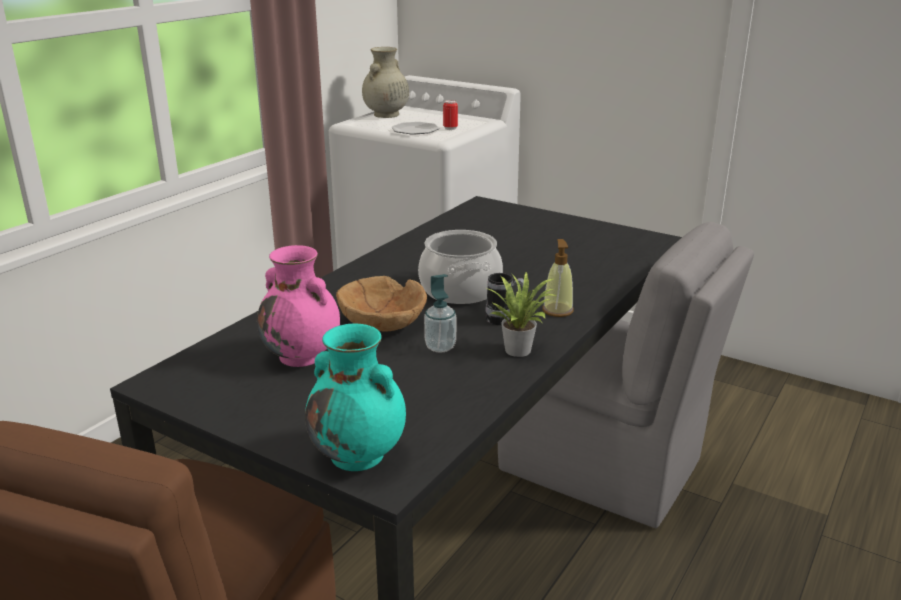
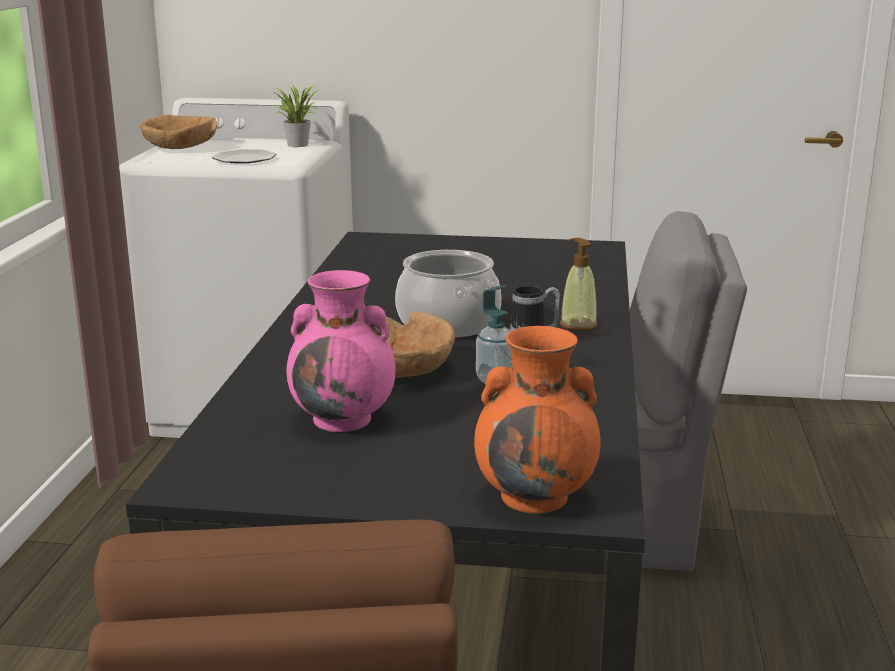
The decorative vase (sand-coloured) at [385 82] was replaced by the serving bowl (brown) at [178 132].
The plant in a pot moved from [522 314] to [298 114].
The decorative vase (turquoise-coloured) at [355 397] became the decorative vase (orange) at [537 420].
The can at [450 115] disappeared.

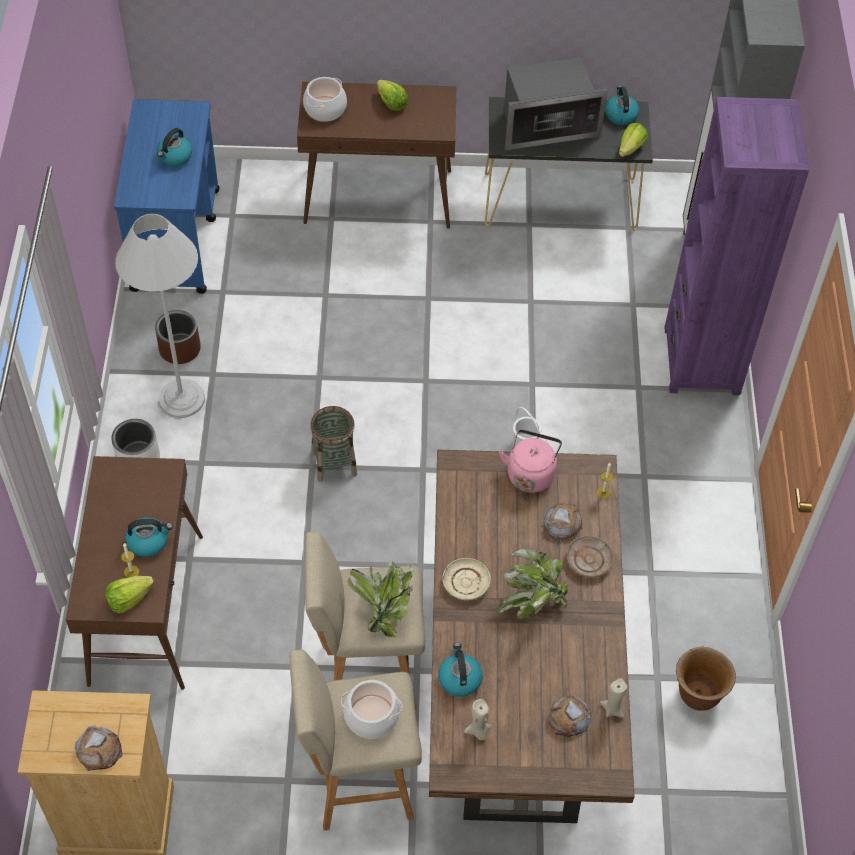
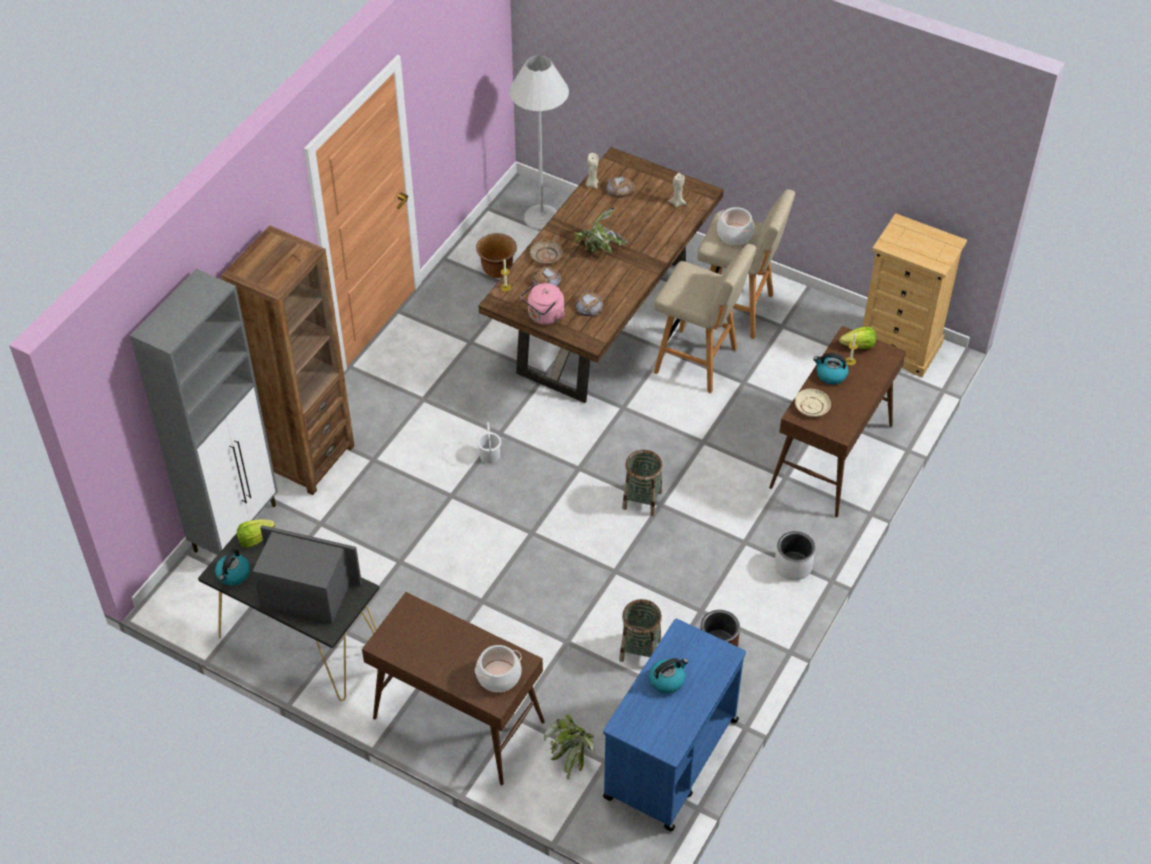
The bookshelf (purple) at [736 246] became the bookshelf (brown) at [287 360].
The standard lamp (whitish) moved from [160 315] to [539 142].
The plant in a pot moved from [380 599] to [570 747].
The bread moved from [99 748] to [588 303].
The storage basket at [640 630] appeared.
The flat dish (sand-coloured) moved from [466 579] to [813 403].
The head of lettuce at [392 95] disappeared.
The tea kettle at [460 670] disappeared.

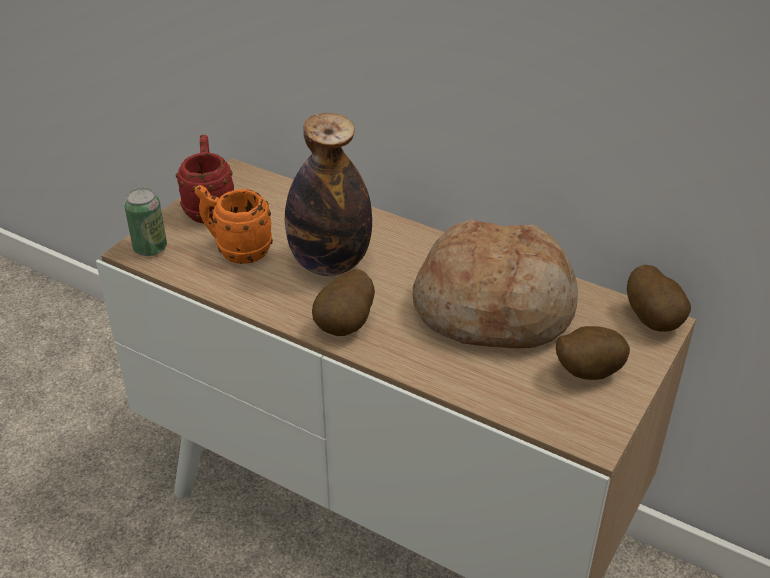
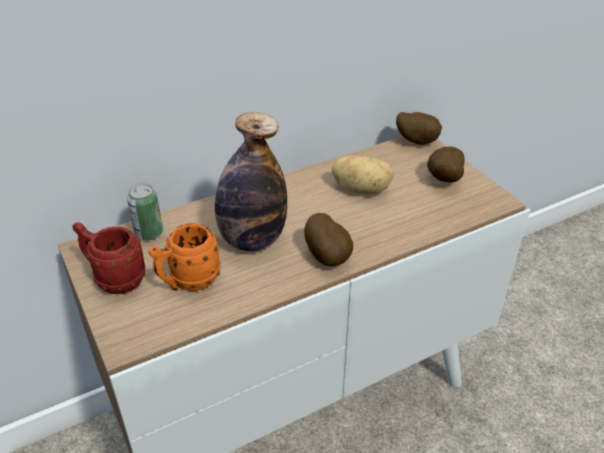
The can moved from [145 222] to [145 212].
The bread at [495 284] was replaced by the spud at [362 175].

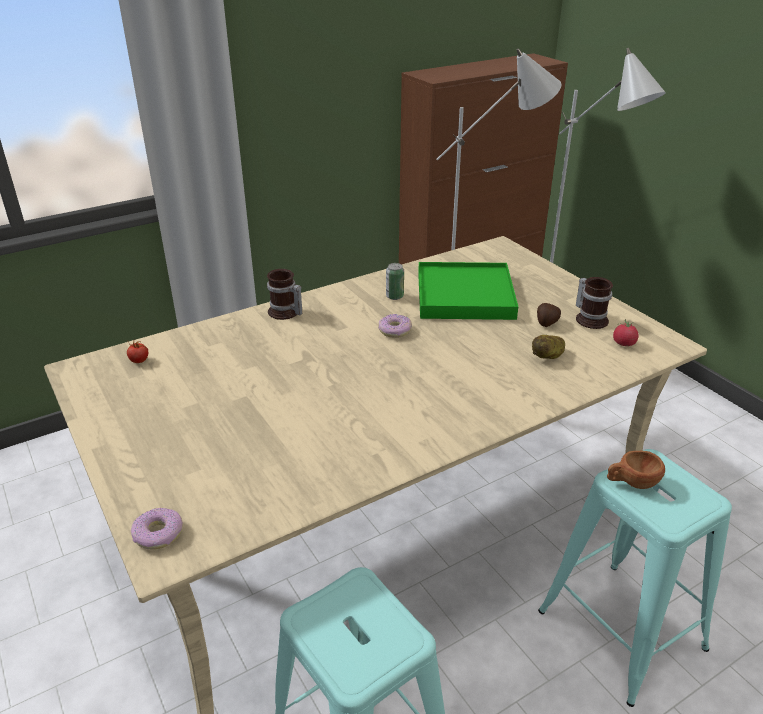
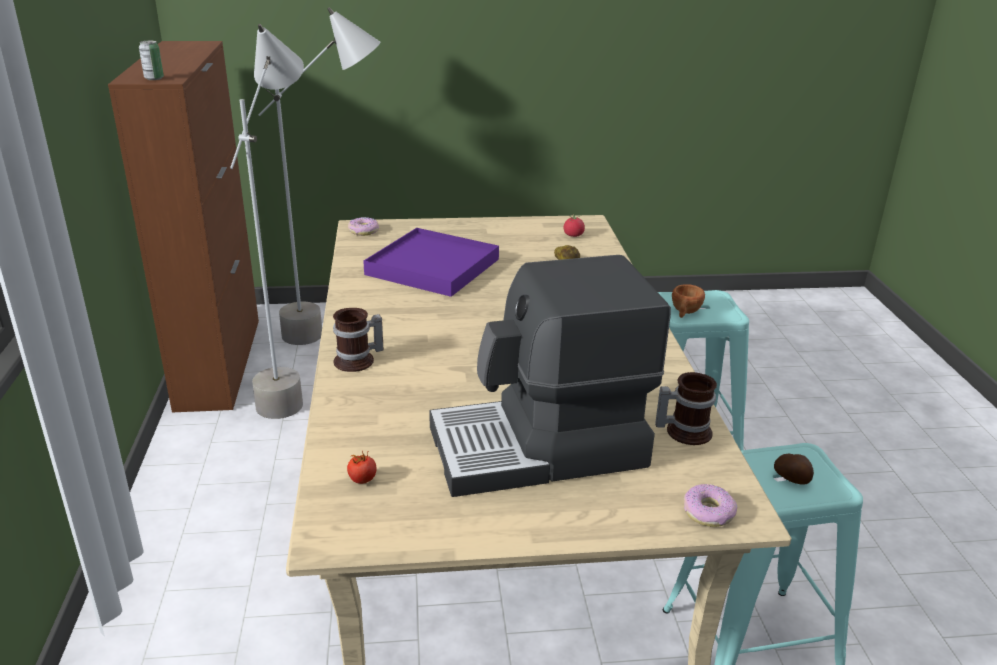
The can moved from [395 281] to [151 60].
The doughnut moved from [395 326] to [363 226].
The carrying tray (green-coloured) at [468 291] became the carrying tray (purple) at [431 262].
The coffee machine at [550 376] appeared.
The coffee mug moved from [594 303] to [686 408].
The spud moved from [549 315] to [794 469].

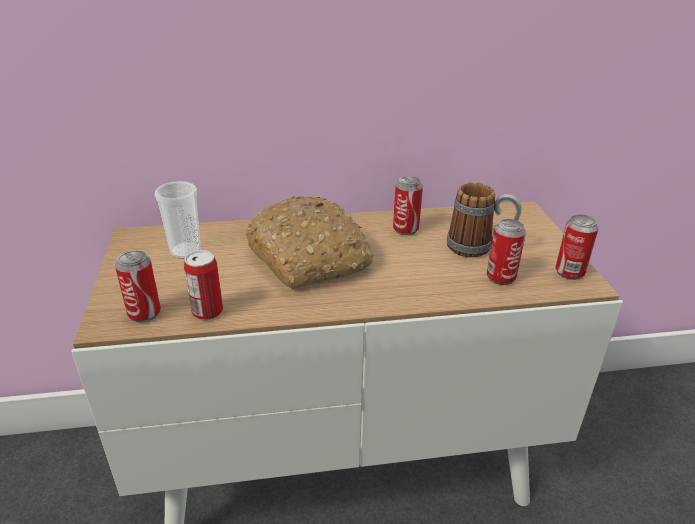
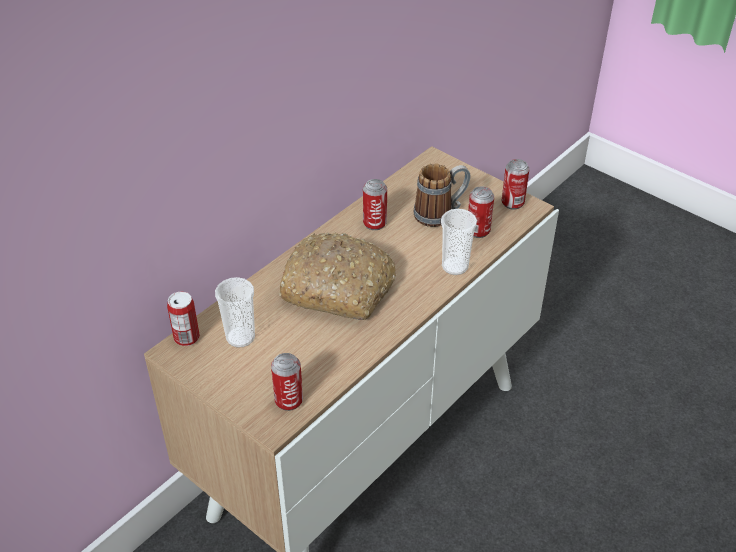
The can moved from [203 285] to [183 318].
The drinking cup at [459 242] appeared.

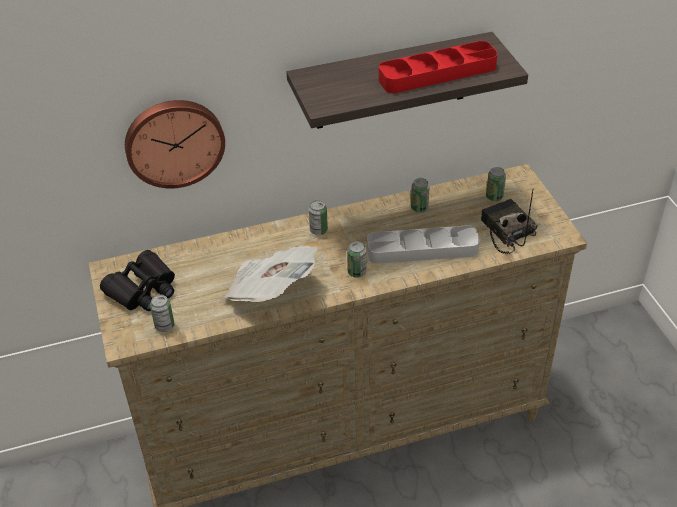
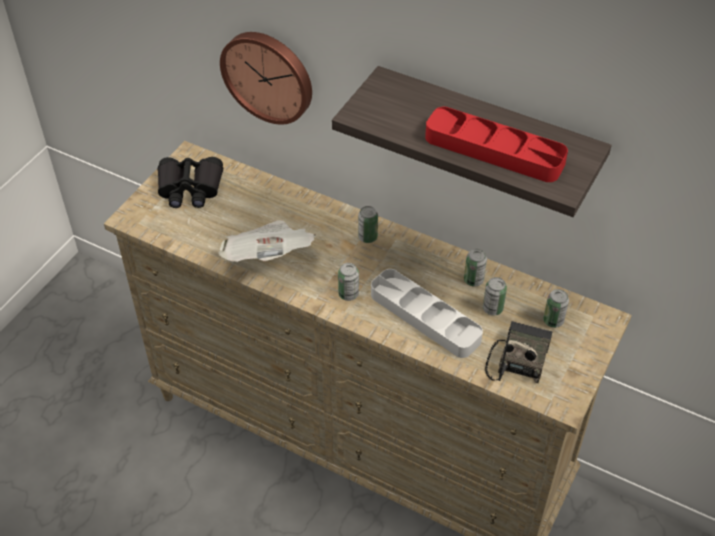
The can moved from [162 313] to [495 296].

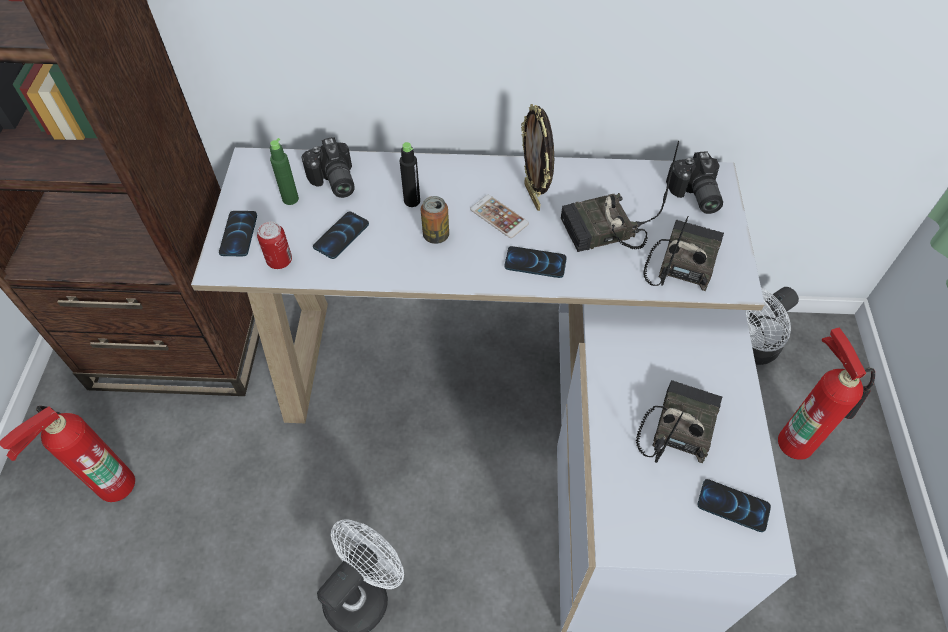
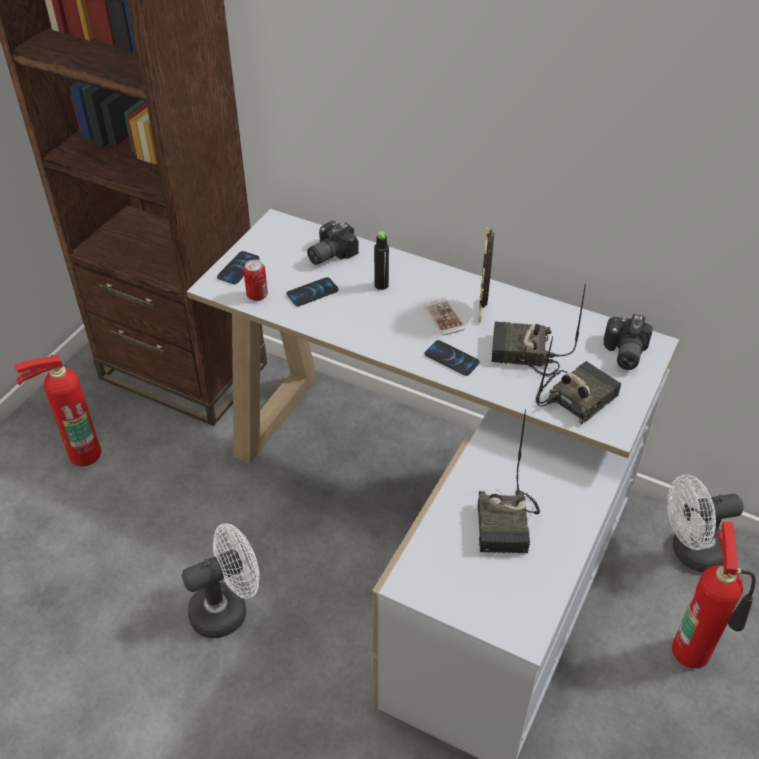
The still camera at [328 167] turned 45 degrees clockwise.
The radio at [679 421] turned 135 degrees clockwise.
The drink bottle (green-coloured) at [284 171] disappeared.
The can at [435 220] disappeared.
The phone at [734 505] disappeared.

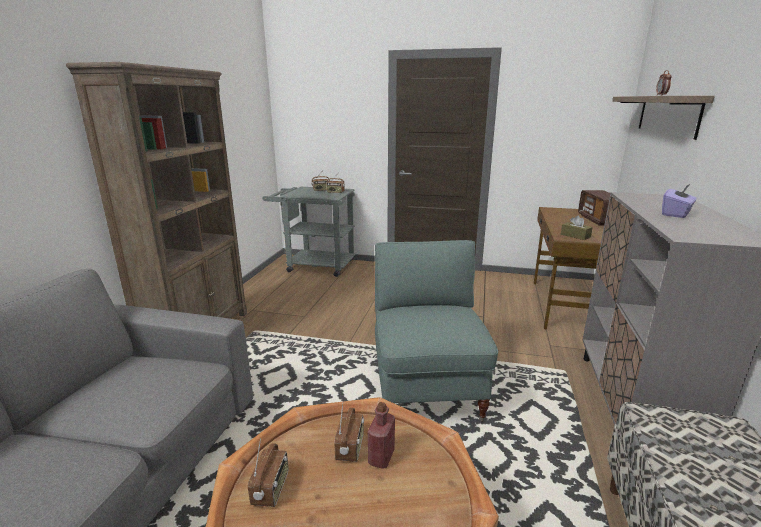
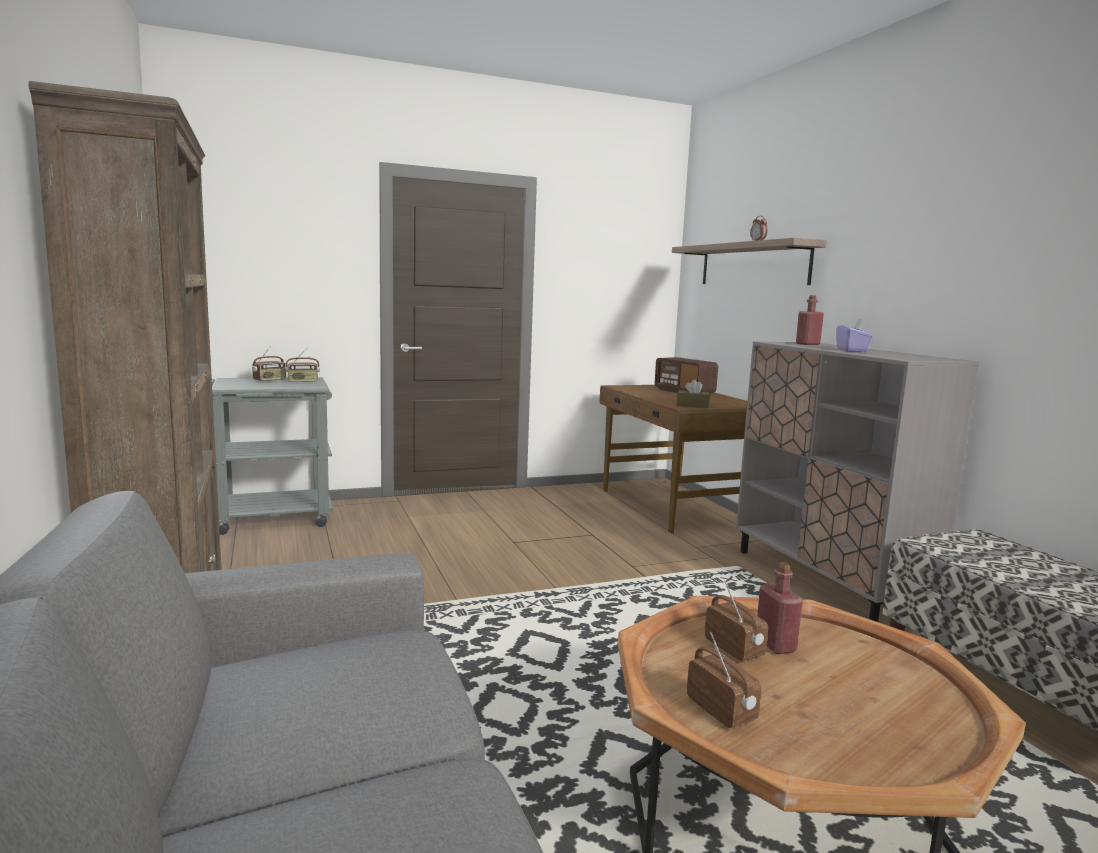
The drink bottle (red-coloured) at [810 320] appeared.
The lounge chair (grey) at [436 331] disappeared.

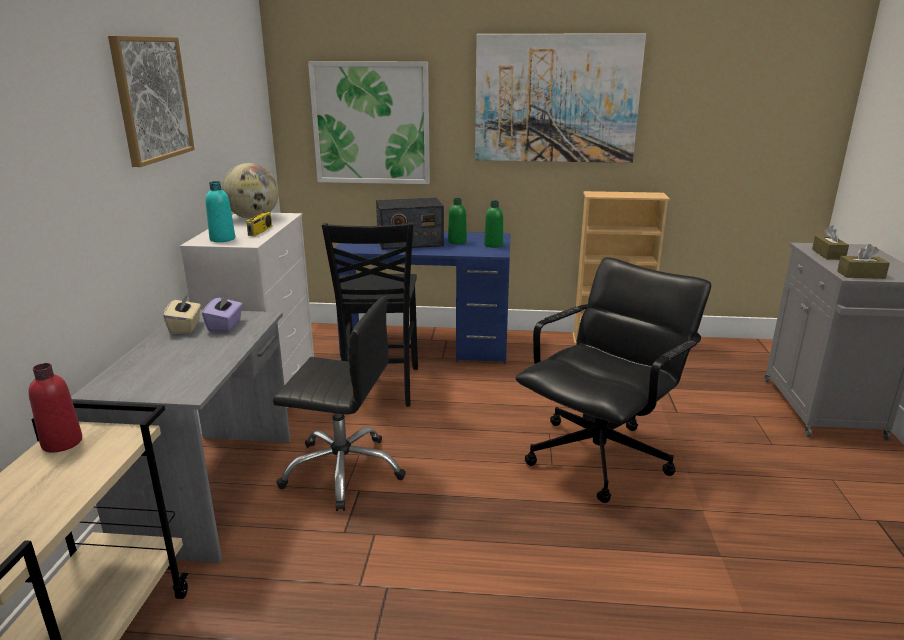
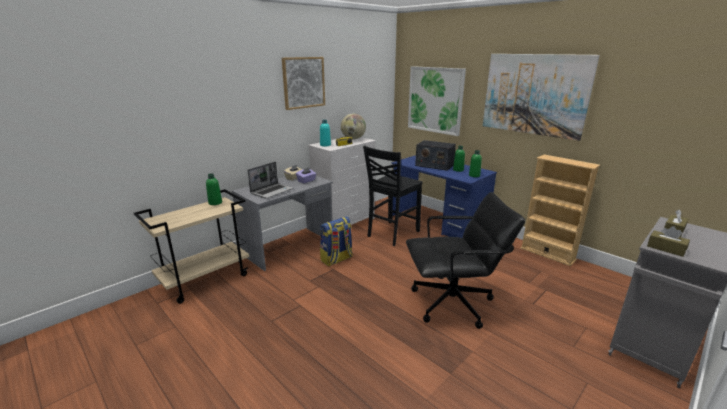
The drink bottle (red-coloured) at [55 408] became the drink bottle (green-coloured) at [214 189].
The laptop at [270 180] appeared.
The desk chair (black) at [339 403] was replaced by the rucksack at [336 241].

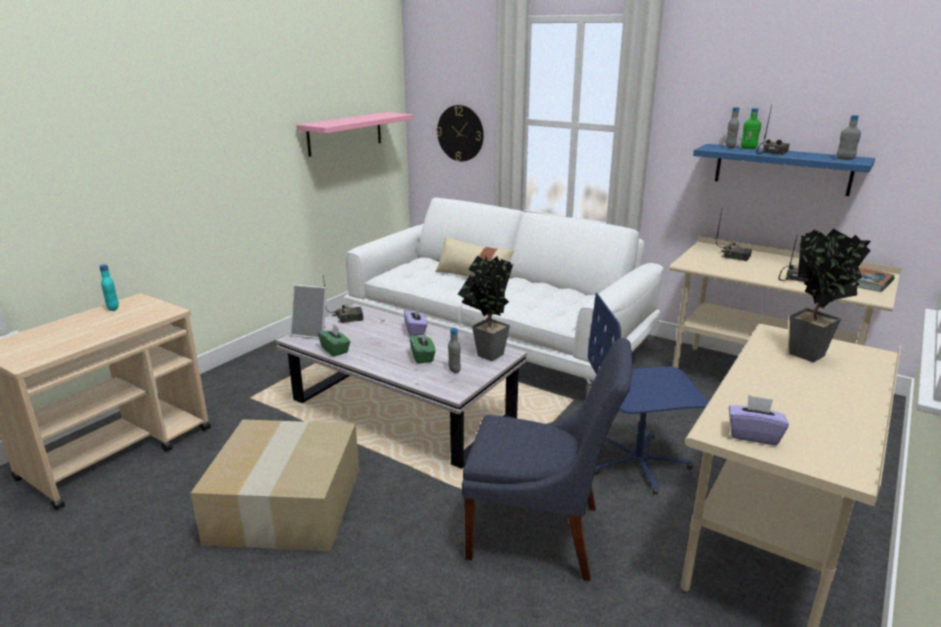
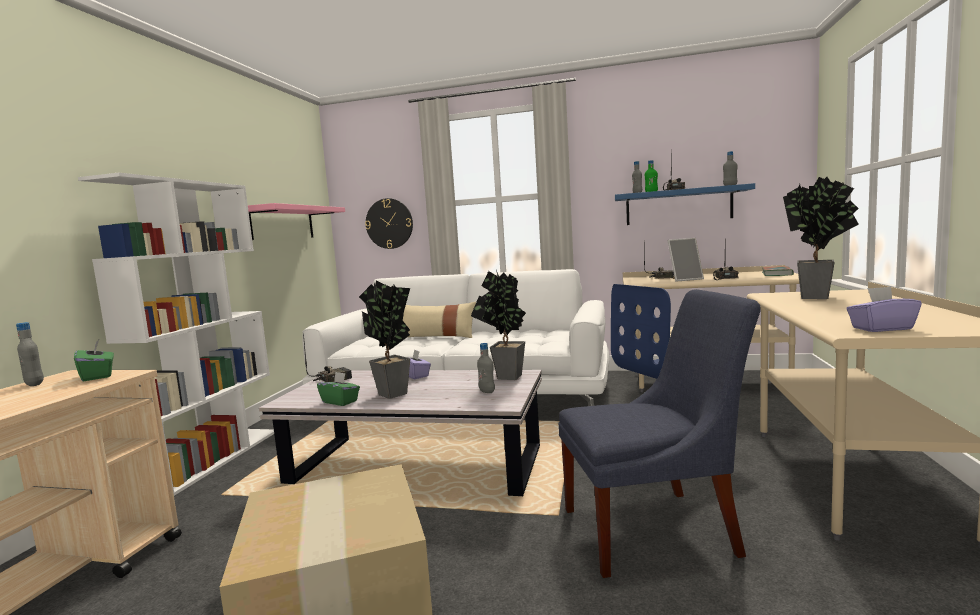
The drink bottle (turquoise-coloured) at [109 287] became the drink bottle (grey) at [30 354].
The tissue holder (green-coloured) moved from [422 347] to [94 360].
The bookshelf (whitish) at [176 334] appeared.
The plant in a pot at [384 340] appeared.
The photo frame moved from [308 311] to [685 260].

